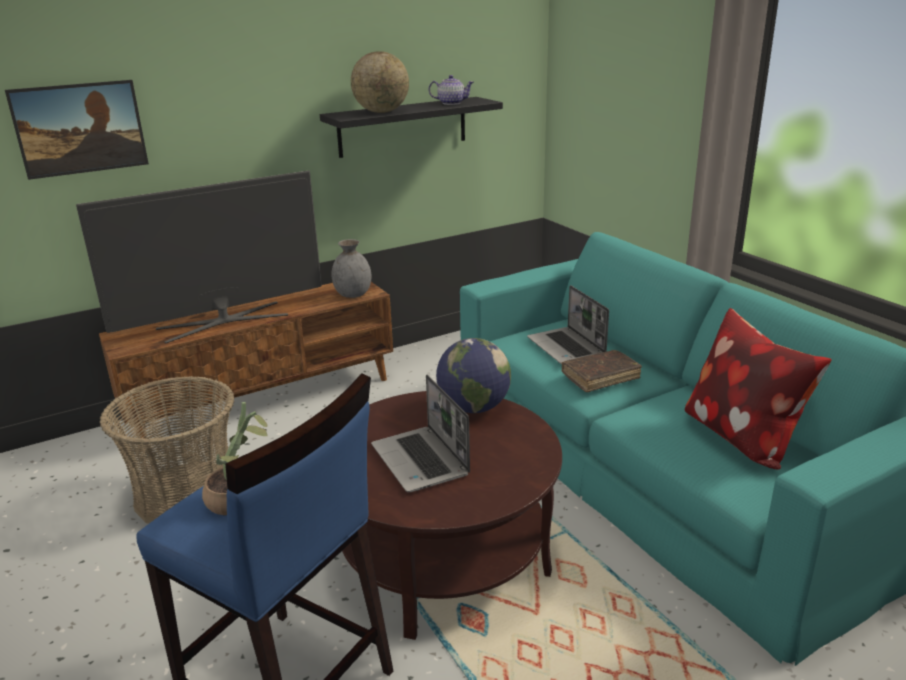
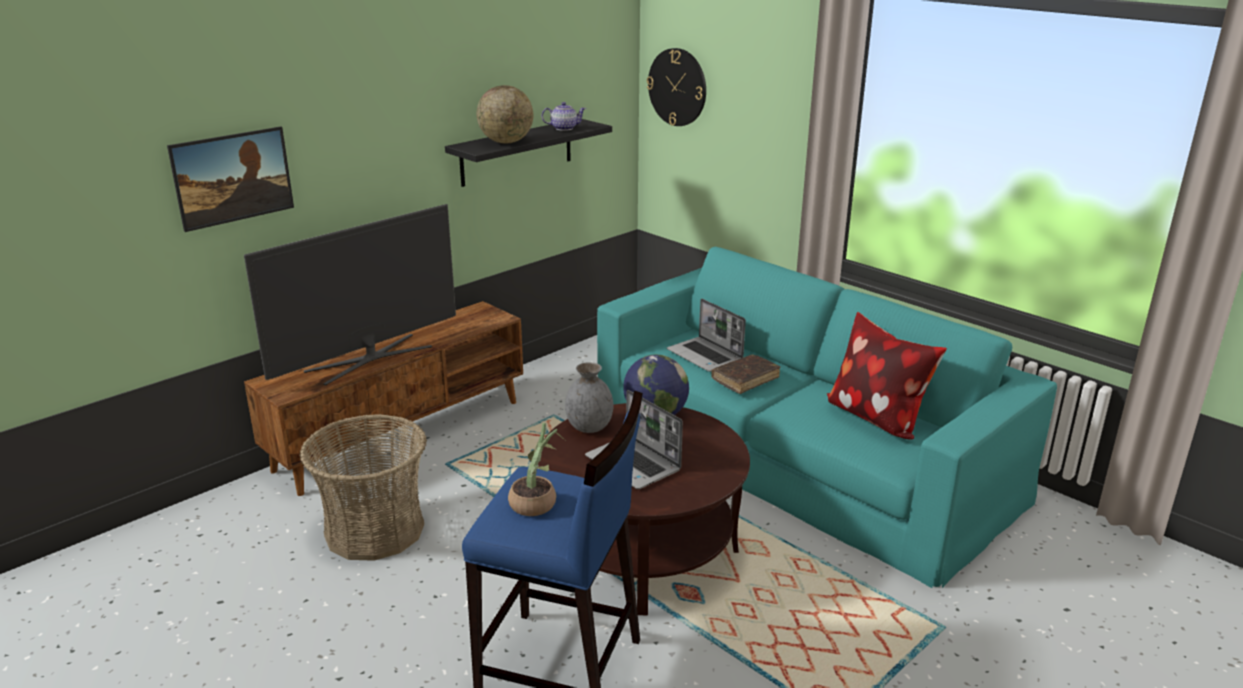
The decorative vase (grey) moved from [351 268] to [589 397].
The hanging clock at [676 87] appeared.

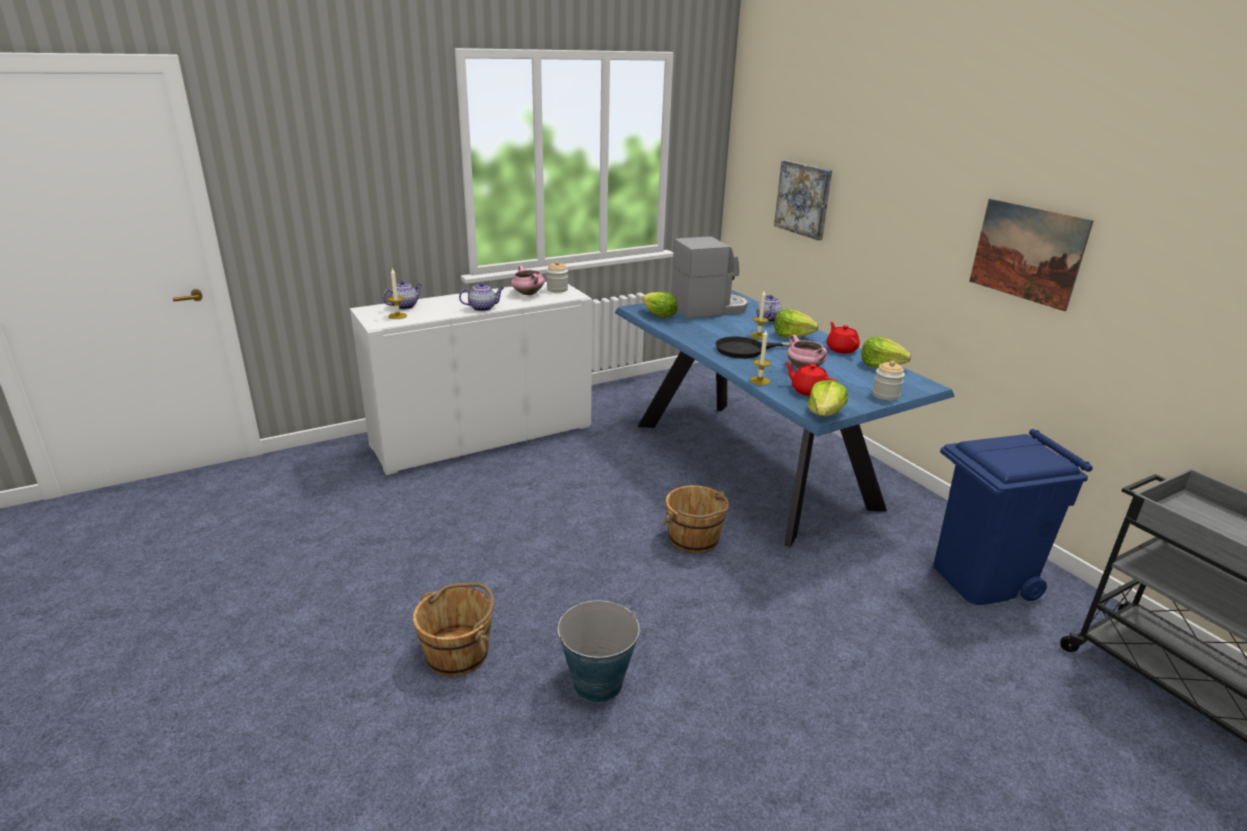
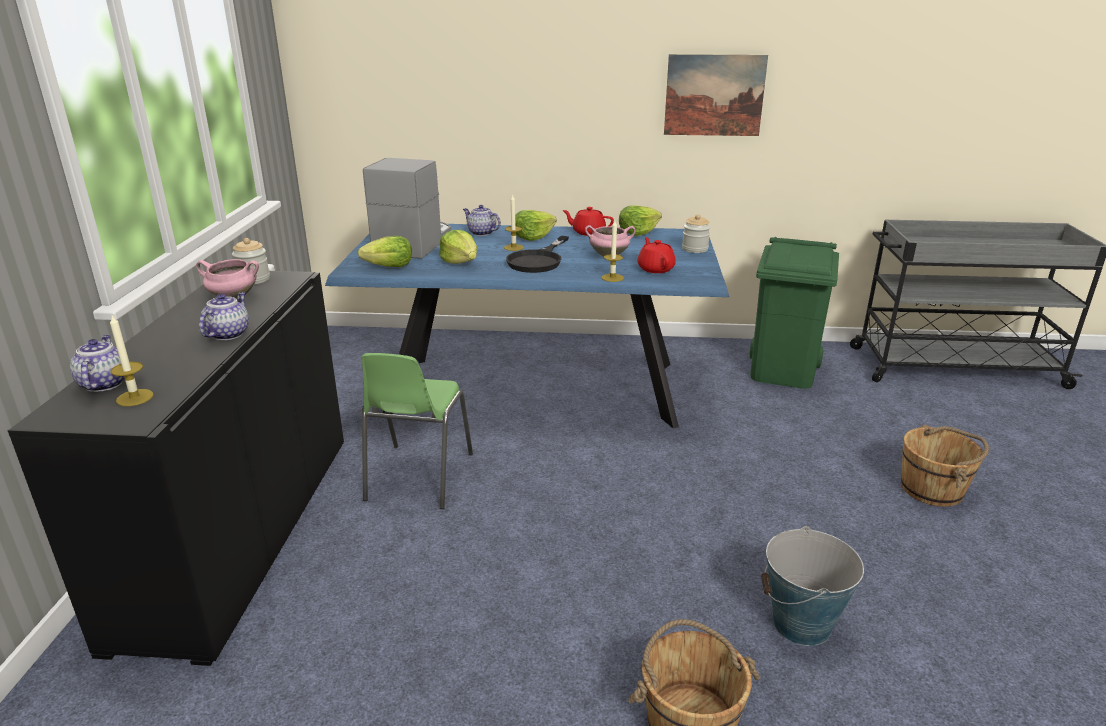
The cupboard (whitish) at [471 378] became the cupboard (black) at [176 468].
The upright chair (green-coloured) at [417 431] appeared.
The head of lettuce moved from [827 398] to [458 247].
The tea pot (red-coloured) at [811 379] turned 90 degrees clockwise.
The waste bin (bluish) at [1013 517] became the waste bin (green-coloured) at [794 313].
The pail (brown) moved from [695 519] to [945 466].
The picture at [803 200] disappeared.

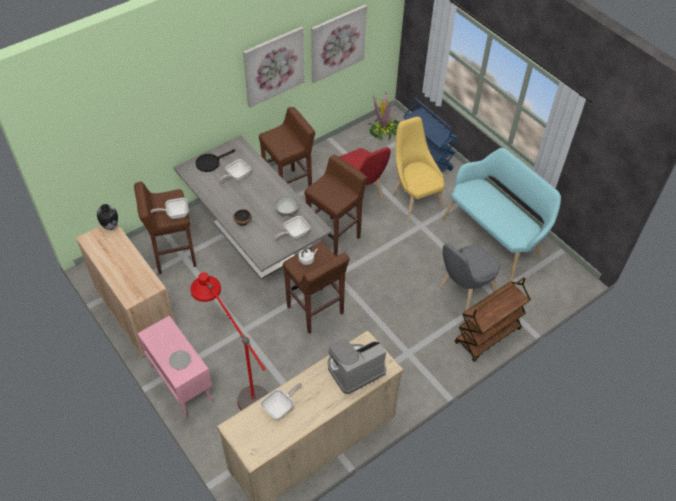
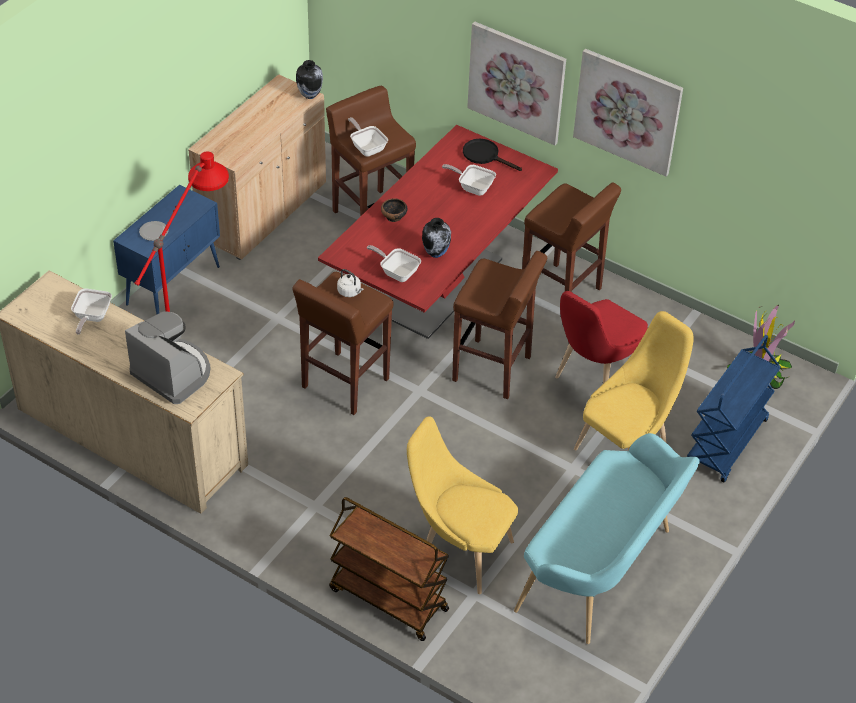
The frying pan at [281 401] turned 75 degrees clockwise.
The cupboard (pinkish) at [175 367] became the cupboard (bluish) at [166 249].
The kitchen table (grey) at [252 207] became the kitchen table (red-coloured) at [438 232].
The upright chair (grey) at [469 277] became the upright chair (yellow-coloured) at [462 505].
The serving bowl (whitish) at [286 205] was replaced by the decorative vase at [436 238].
The picture moved from [339 44] to [516 83].

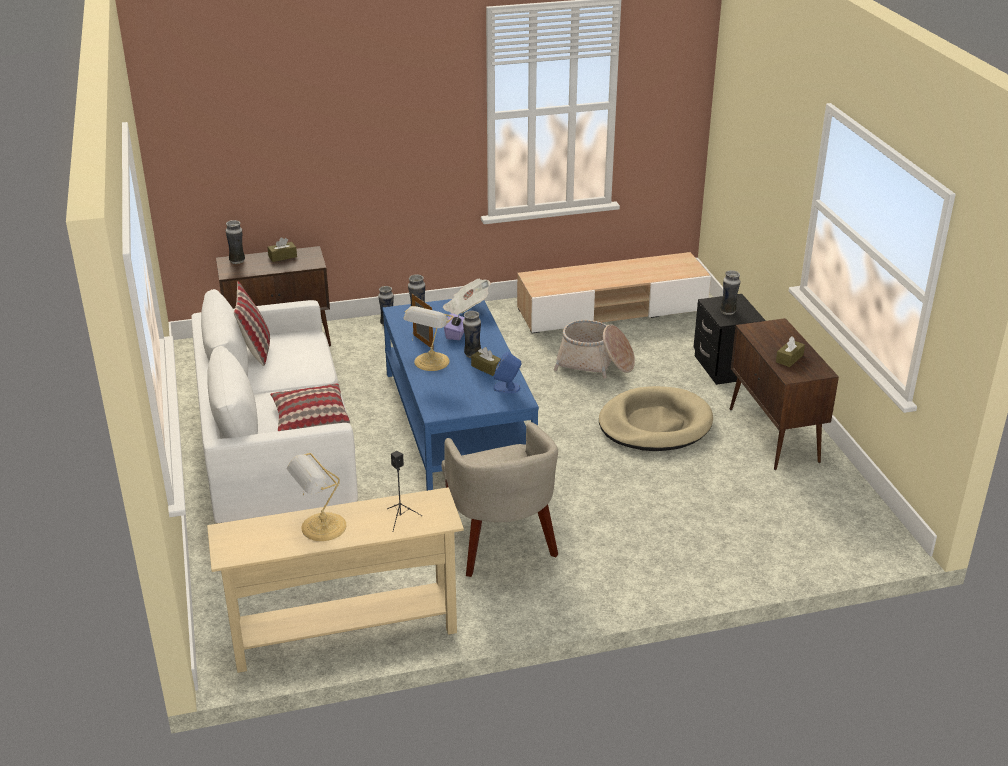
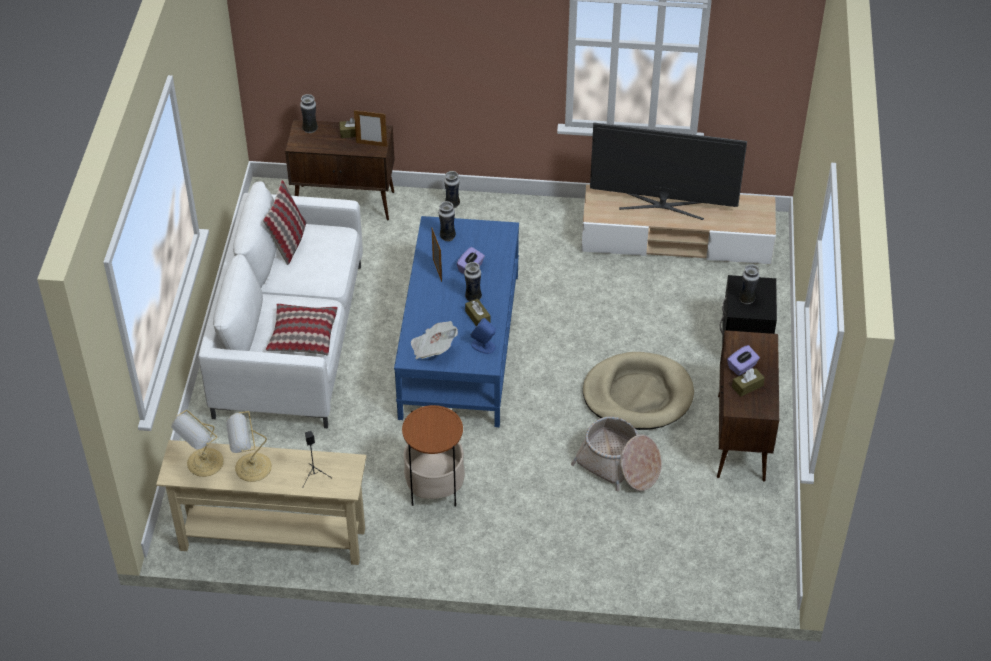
The tabletop lamp moved from [428 338] to [197 443].
The photo frame at [370 128] appeared.
The lounge chair (sand-coloured) at [500 499] was replaced by the end table at [433 456].
The printed paper moved from [467 297] to [434 340].
The storage basket moved from [594 349] to [616 454].
The TV at [668 171] appeared.
The tissue holder (purple) at [743 360] appeared.

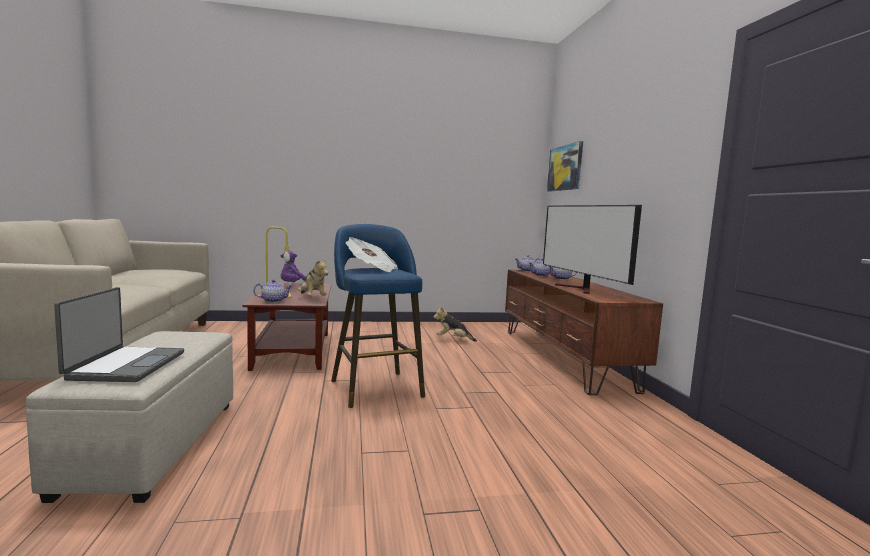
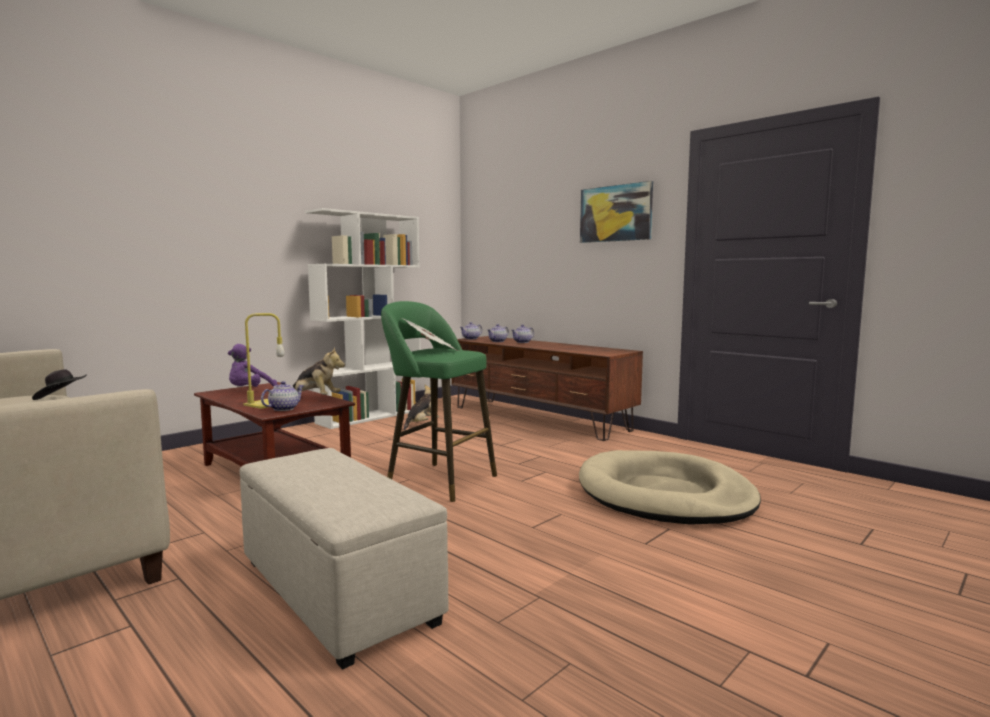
The clothing hat (black) at [59 384] appeared.
The bookshelf (whitish) at [363 318] appeared.
The sitting stool (bluish) at [378 316] became the sitting stool (green-coloured) at [439 401].
The plush toy at [455 324] turned 150 degrees clockwise.
The dog cushion (sand-coloured) at [670 487] appeared.
The picture moved from [565 166] to [616 212].
The laptop at [119 334] disappeared.
The TV at [592 249] disappeared.

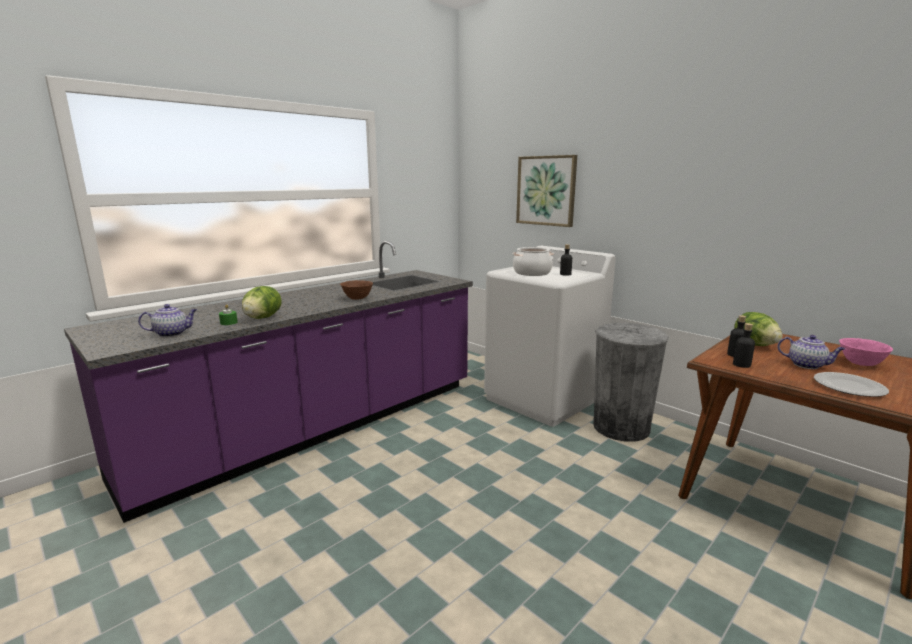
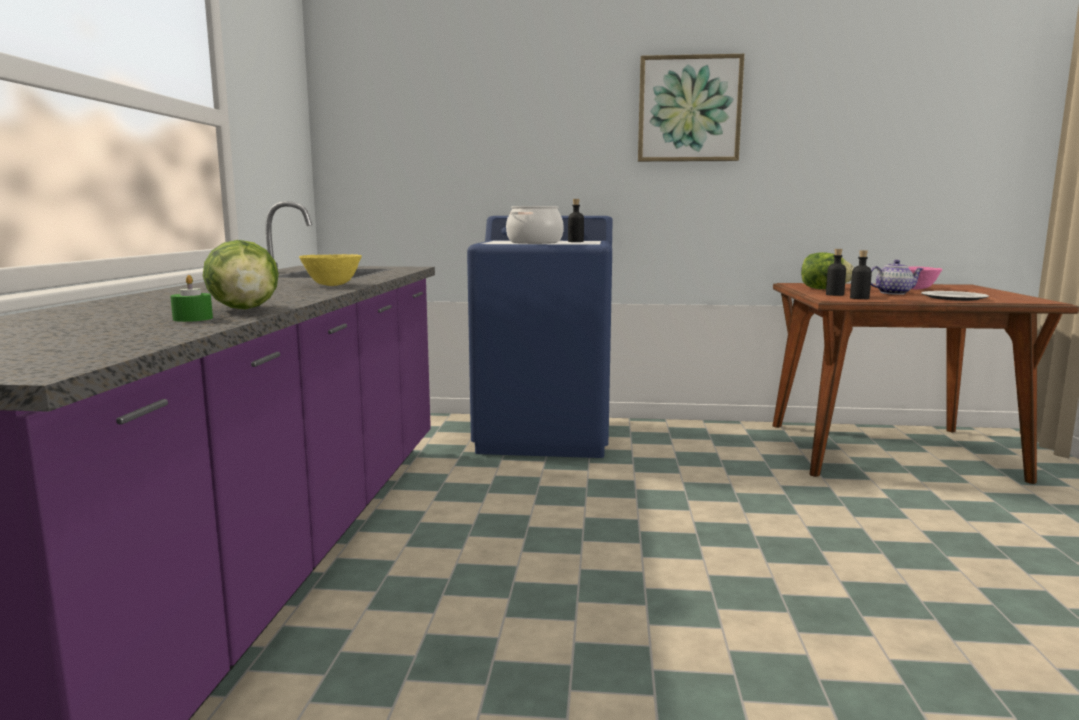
The serving bowl (brown) at [356 290] became the serving bowl (yellow-coloured) at [330 270].
The laundry appliance (whitish) at [550 336] became the laundry appliance (bluish) at [540 337].
The picture moved from [546 191] to [691 108].
The tea pot at [167 320] disappeared.
The waste bin (grey) at [631 382] disappeared.

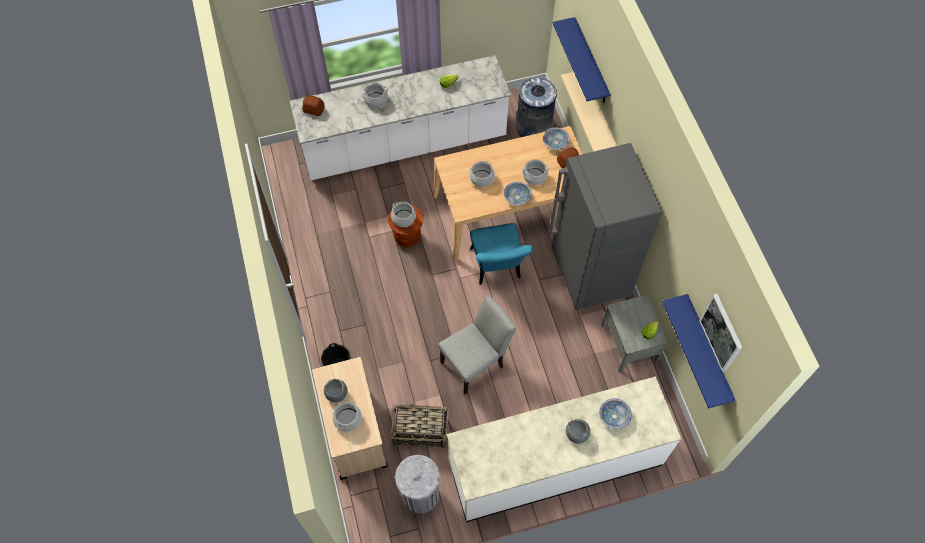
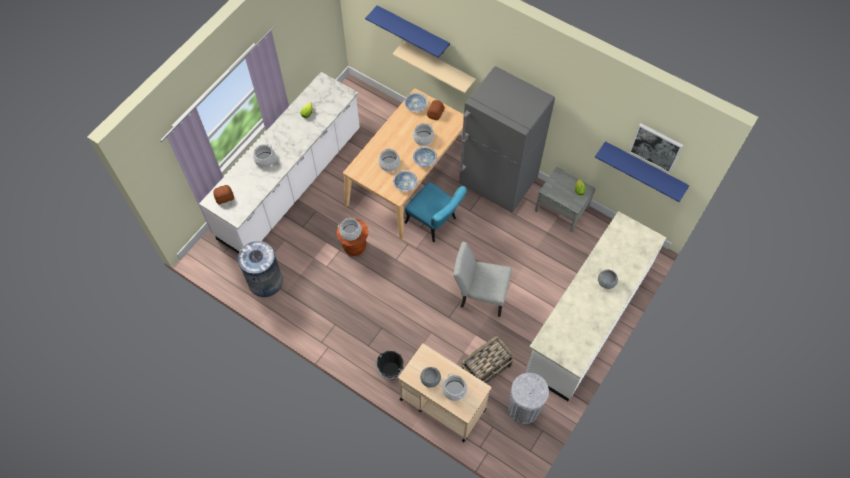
The waste bin (grey) moved from [536 107] to [260 269].
The serving bowl moved from [615 413] to [405 180].
The upright chair (grey) at [477 344] turned 90 degrees counterclockwise.

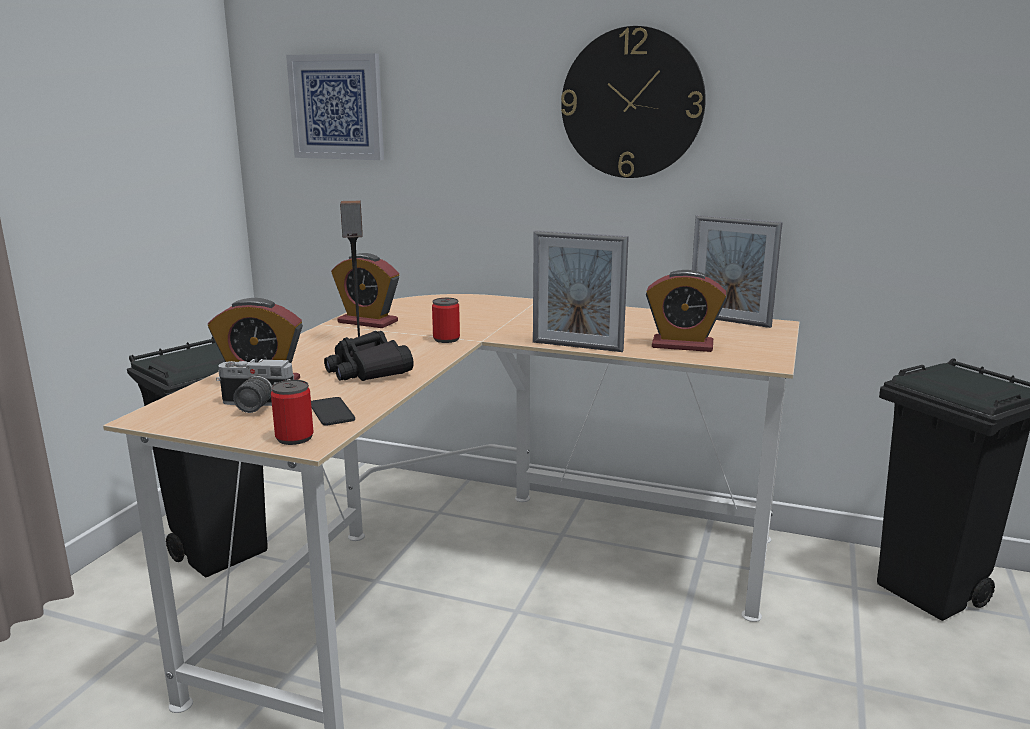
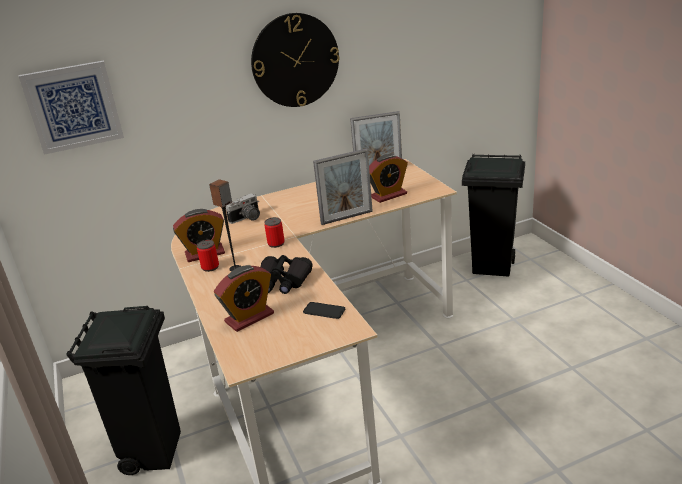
The can moved from [292 412] to [208 256].
The still camera moved from [255 386] to [243 209].

